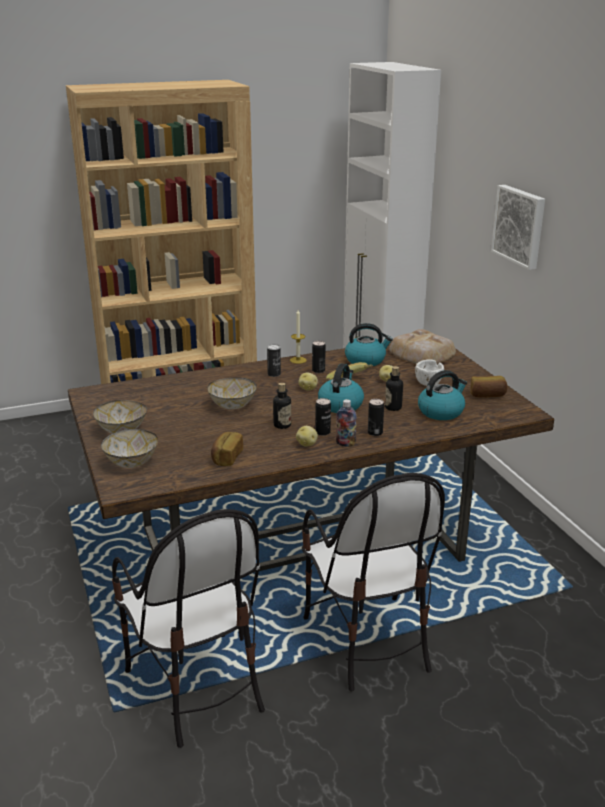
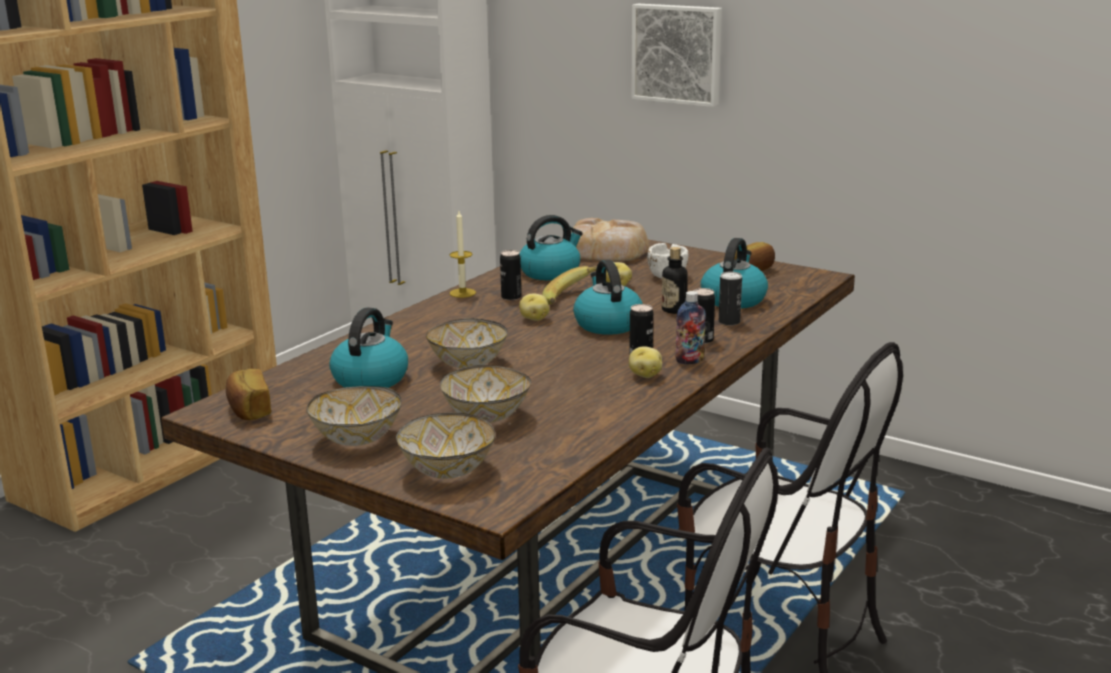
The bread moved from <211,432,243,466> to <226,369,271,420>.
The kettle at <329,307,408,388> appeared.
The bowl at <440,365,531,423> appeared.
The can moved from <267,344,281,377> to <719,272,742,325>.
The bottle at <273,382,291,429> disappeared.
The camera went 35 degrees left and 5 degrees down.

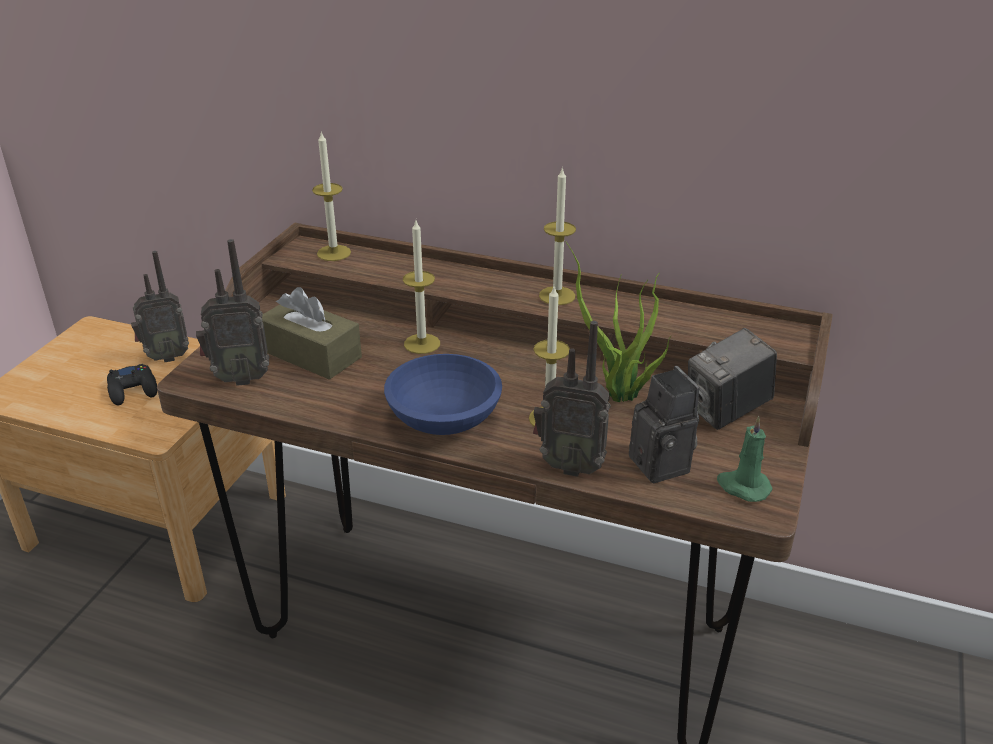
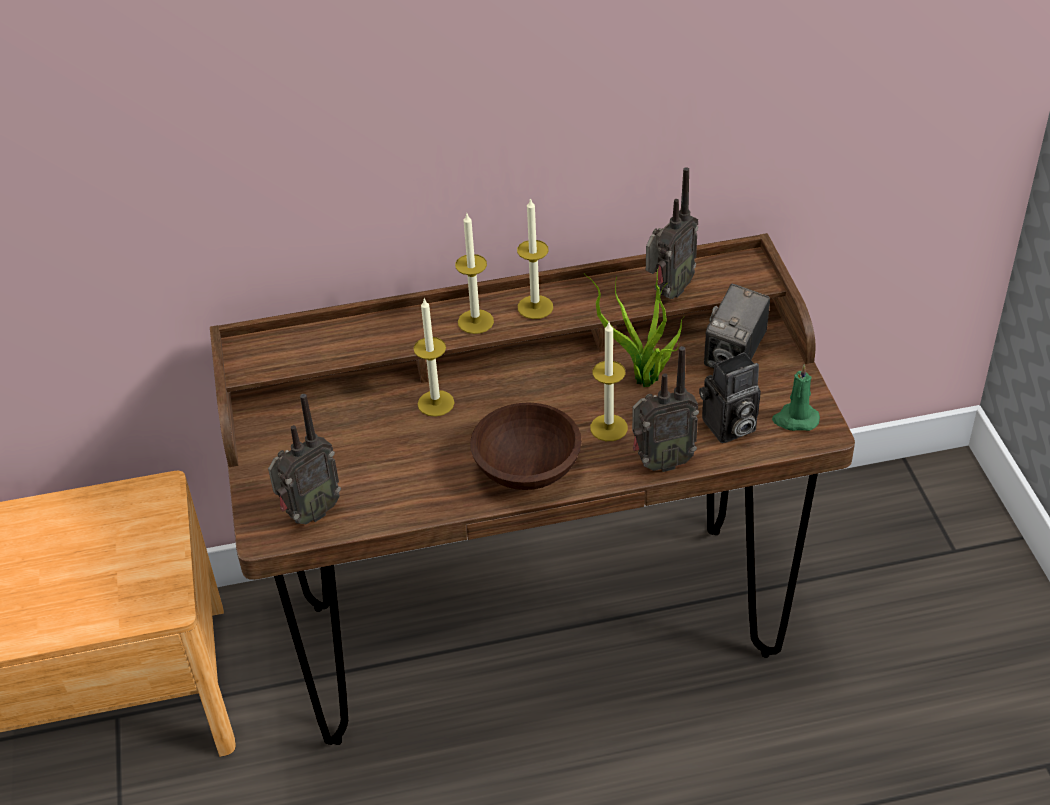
The candle moved from <312,131,351,261> to <455,214,494,334>.
The blue bowl at <384,354,502,435> became the brown bowl at <470,403,582,490>.
The radio moved from <131,251,189,363> to <646,167,698,299>.
The photo camera at <629,366,699,484> turned 120 degrees clockwise.
The black game controller at <107,364,157,405> disappeared.
The brown tissue box at <262,287,362,380> disappeared.
The camera went 30 degrees left and 10 degrees up.

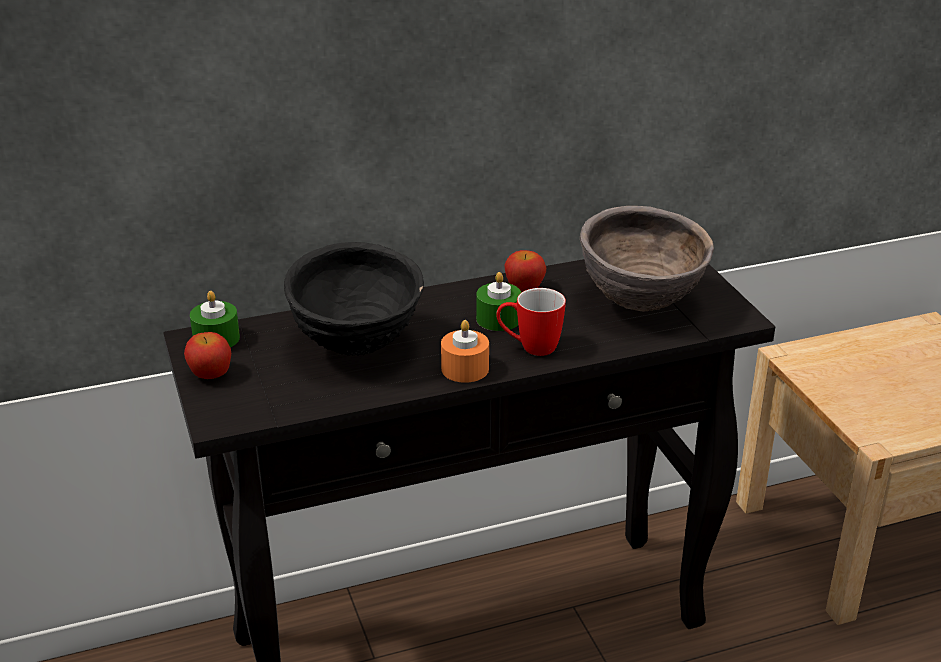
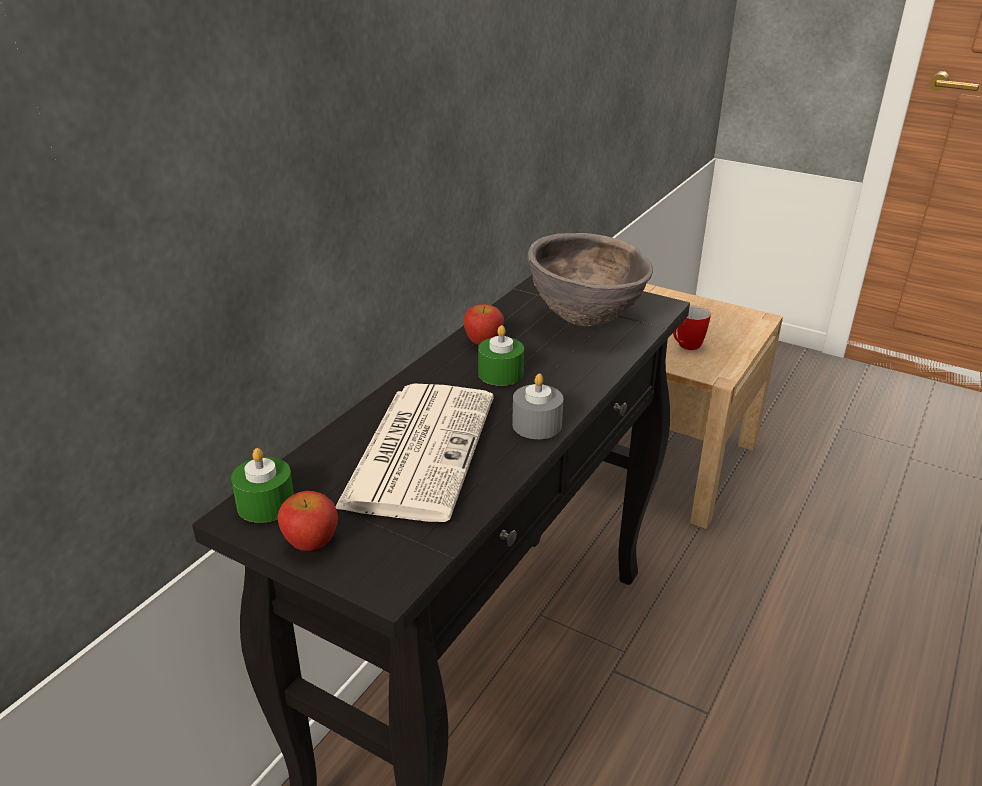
The black bowl at <284,242,424,356> was replaced by the newspaper at <335,383,494,522>.
The orange candle at <441,320,489,383> became the grey candle at <512,374,563,439>.
The mug moved from <496,288,566,356> to <673,305,711,350>.
The camera went 40 degrees left and 0 degrees up.

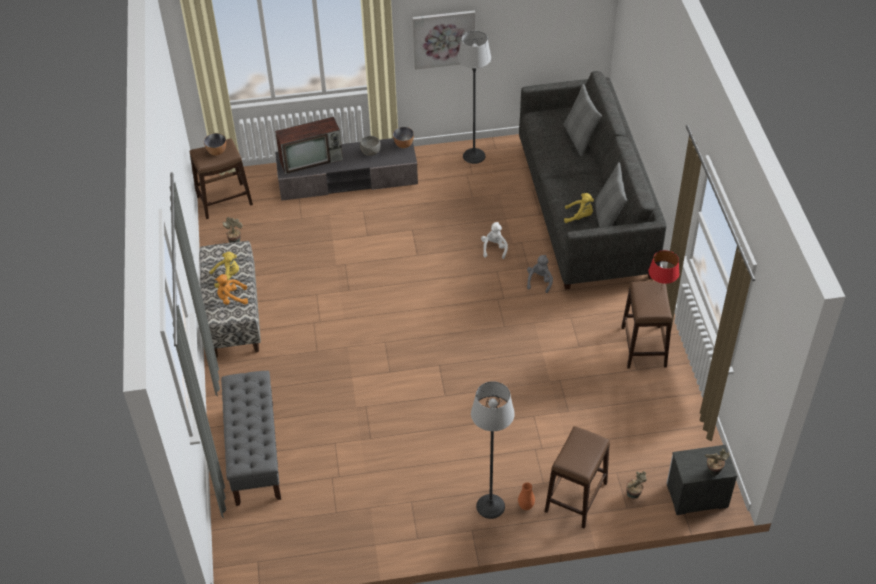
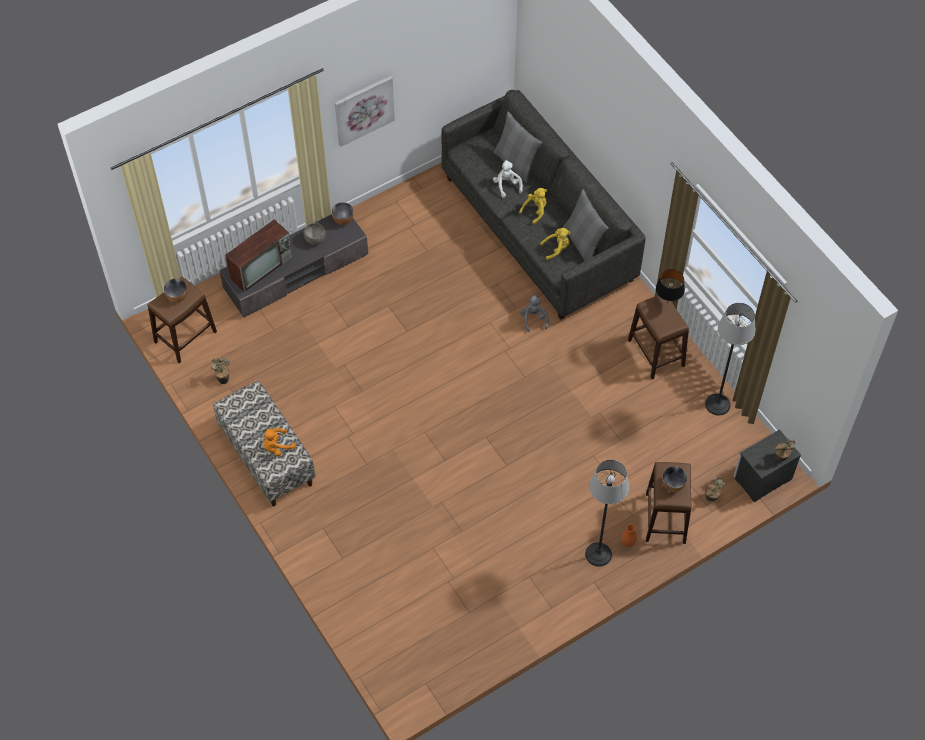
The white plush toy moved from <481,222,508,259> to <493,160,523,198>.
The yellow plush toy moved from <209,252,239,288> to <519,188,547,225>.
The red table lamp at <648,250,679,288> became the black table lamp at <656,269,685,304>.
The bowl at <662,466,687,492> appeared.
The floor lamp moved from <458,31,491,164> to <705,303,756,416>.
The grey bench at <221,371,281,506> disappeared.
The camera went 25 degrees left and 10 degrees up.

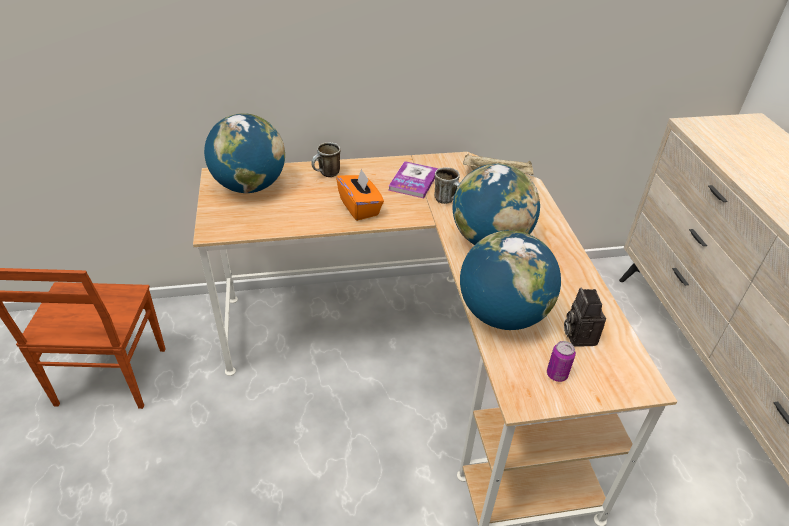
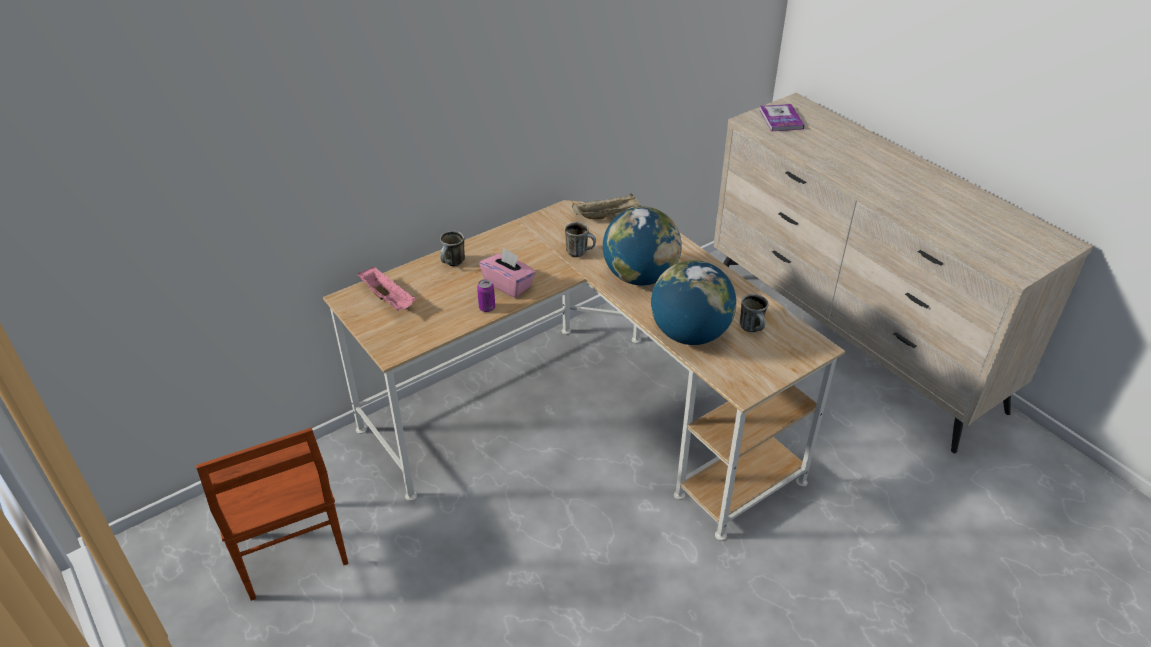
The globe at <204,113,285,193> was replaced by the pink tray at <358,267,416,311>.
The can moved from <547,341,576,382> to <477,279,495,312>.
The orange tissue box at <336,168,384,221> became the pink tissue box at <479,248,536,298>.
The photo camera at <564,287,606,347> was replaced by the mug at <740,294,768,332>.
The book moved from <389,161,439,198> to <759,104,804,131>.
The camera went 25 degrees left and 0 degrees up.

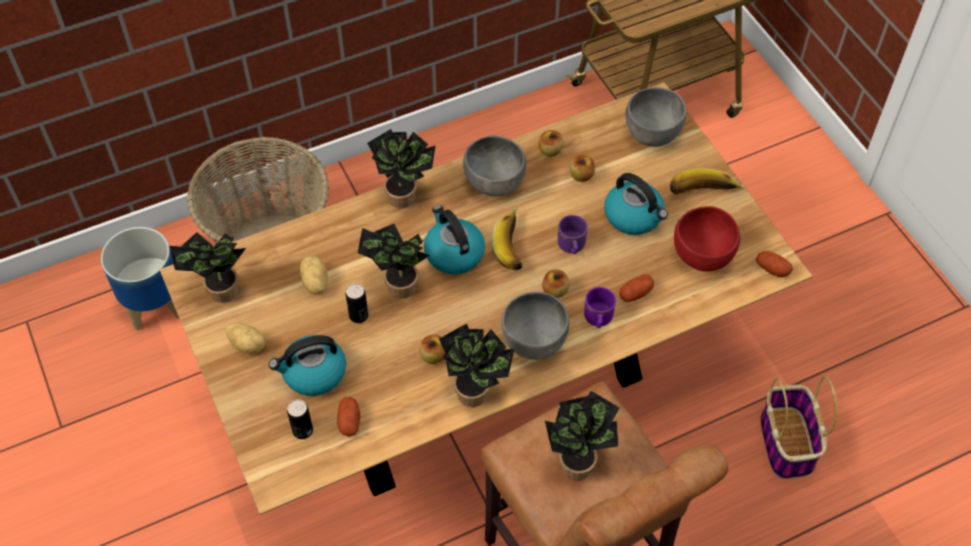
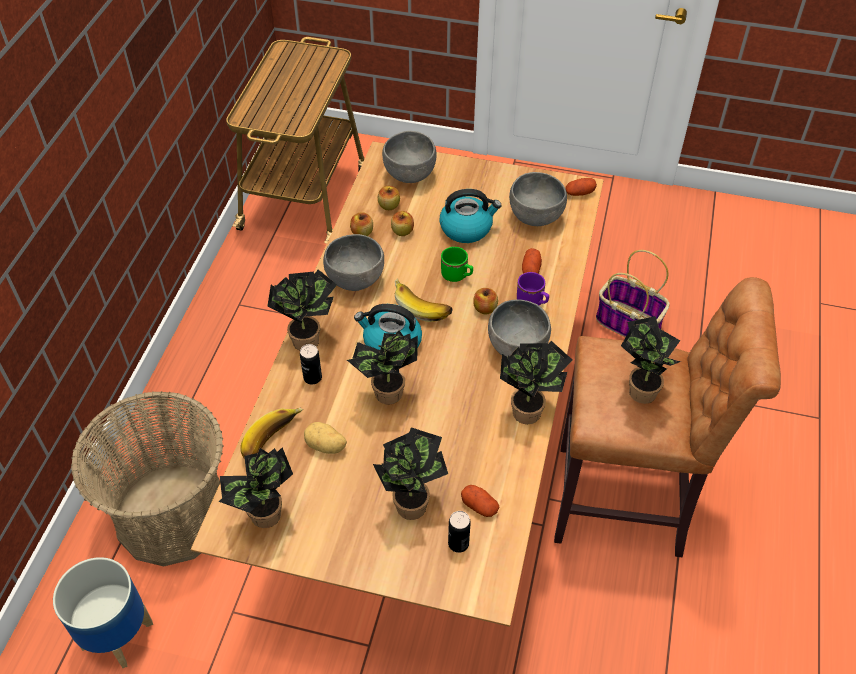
The banana moved from <670,168,744,194> to <241,408,303,458>.
The can moved from <345,283,368,323> to <300,344,322,384>.
The kettle at <269,335,346,396> was replaced by the potted plant at <373,427,448,520>.
The apple moved from <419,334,445,364> to <378,186,400,210>.
The purple mug at <558,215,588,254> became the green mug at <441,247,473,282>.
The red bowl at <674,206,740,271> became the grey bowl at <509,172,567,226>.
The potato at <225,322,266,354> disappeared.
The camera went 50 degrees left and 5 degrees down.

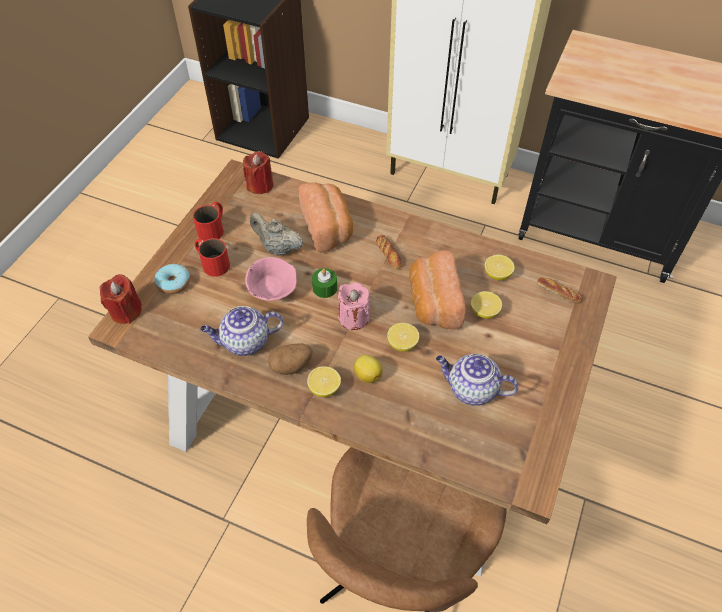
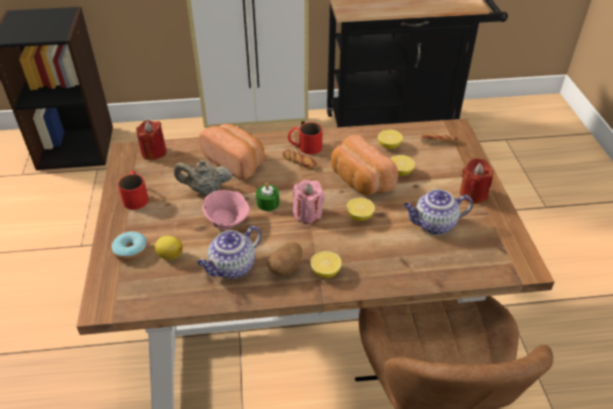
The lemon moved from <354,355,383,383> to <155,236,183,260>.
The red mug moved from <195,238,230,277> to <288,122,323,155>.
The red candle moved from <100,274,142,324> to <460,158,493,203>.
The camera went 30 degrees left and 10 degrees down.

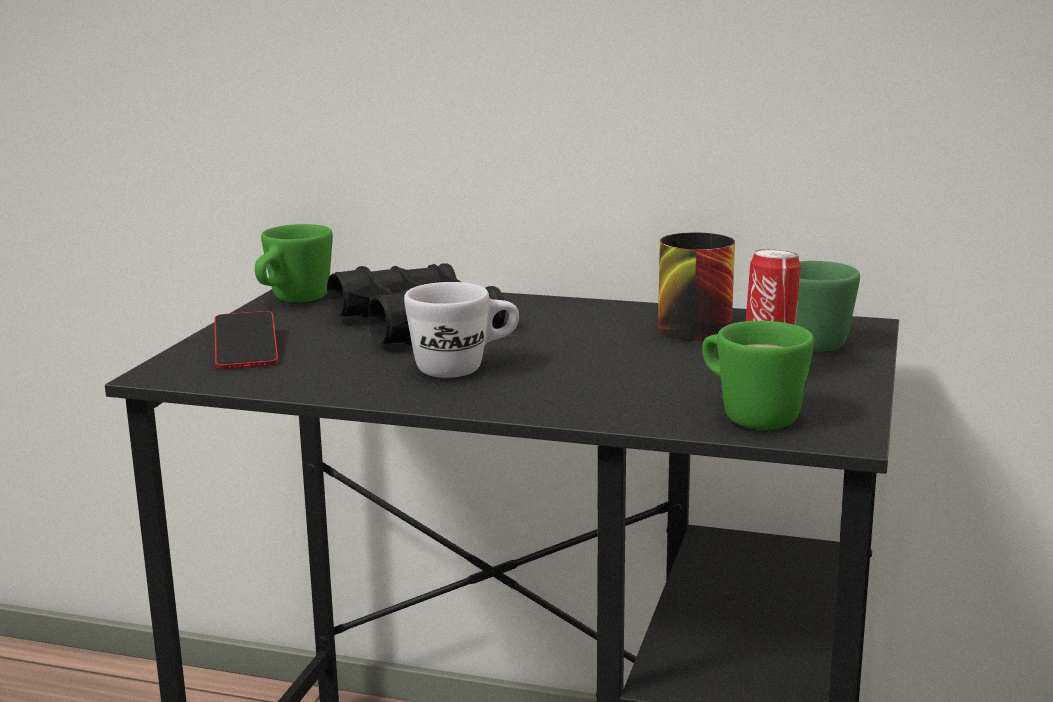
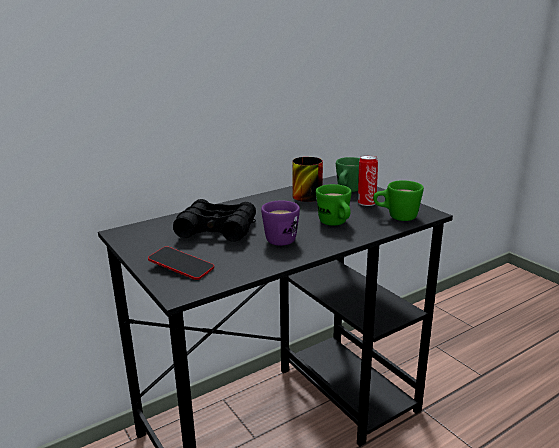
The white mug at <404,282,519,378> became the purple mug at <261,201,300,246>.
The green mug moved from <255,224,333,302> to <316,184,352,226>.
The camera went 50 degrees left and 5 degrees up.

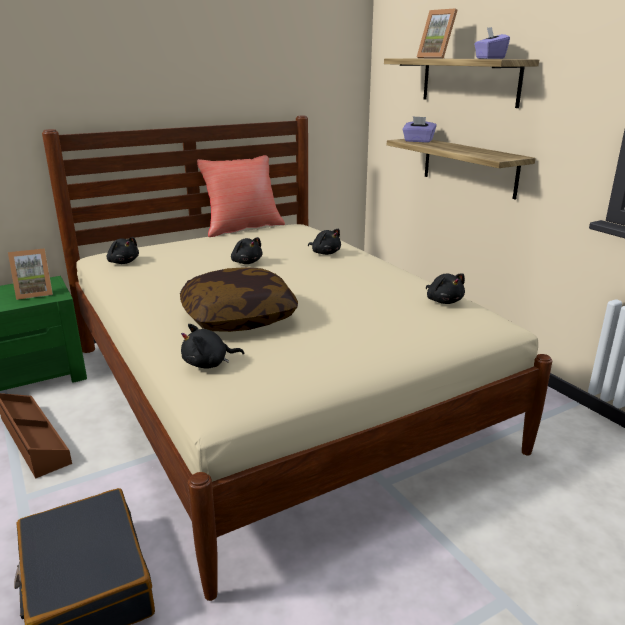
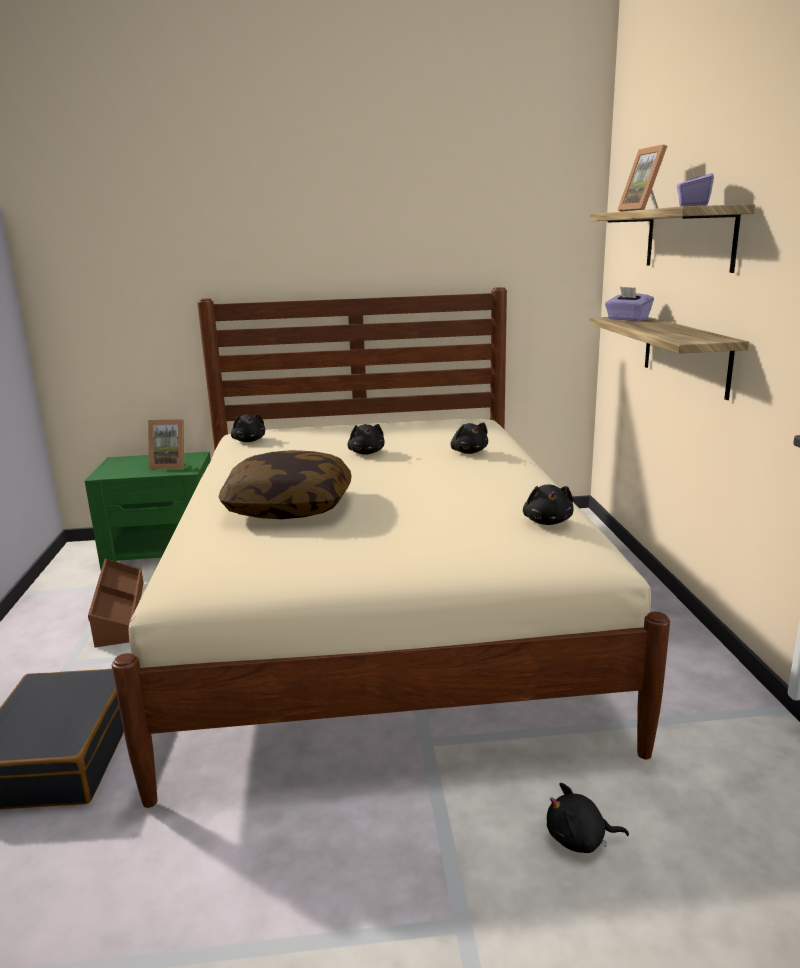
The black plush toy moved from <181,324,244,369> to <547,783,629,853>.
The red pillow at <197,155,285,237> disappeared.
The camera went 25 degrees right and 5 degrees down.

